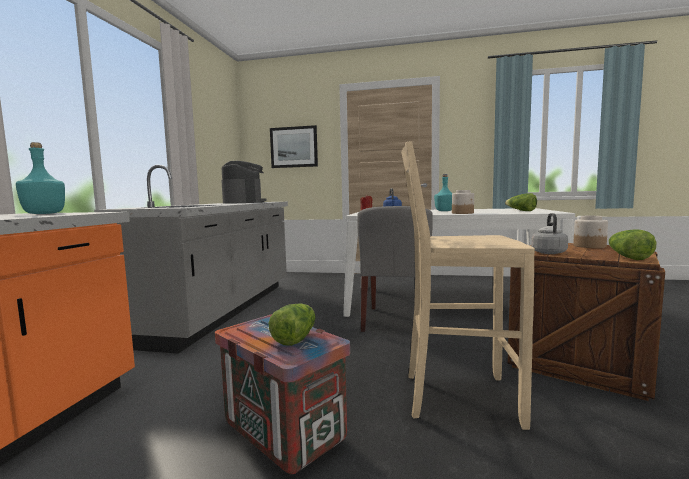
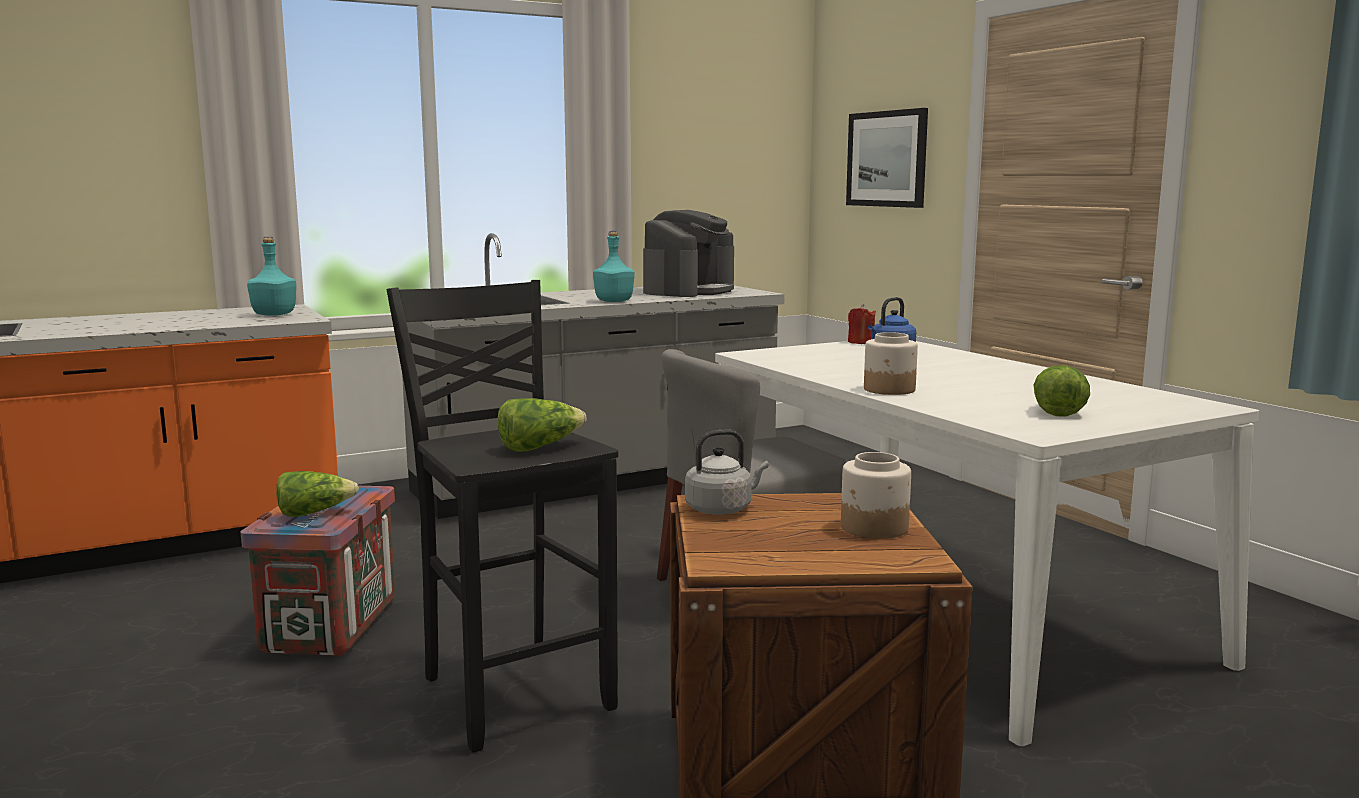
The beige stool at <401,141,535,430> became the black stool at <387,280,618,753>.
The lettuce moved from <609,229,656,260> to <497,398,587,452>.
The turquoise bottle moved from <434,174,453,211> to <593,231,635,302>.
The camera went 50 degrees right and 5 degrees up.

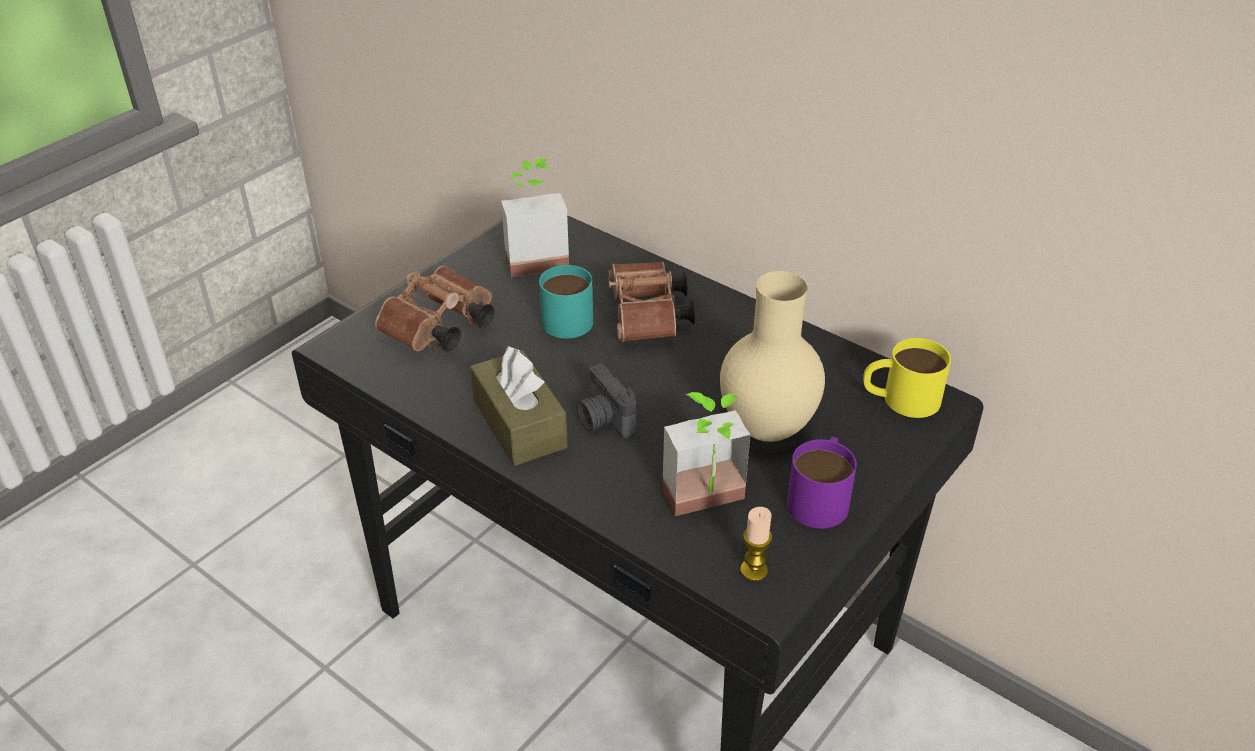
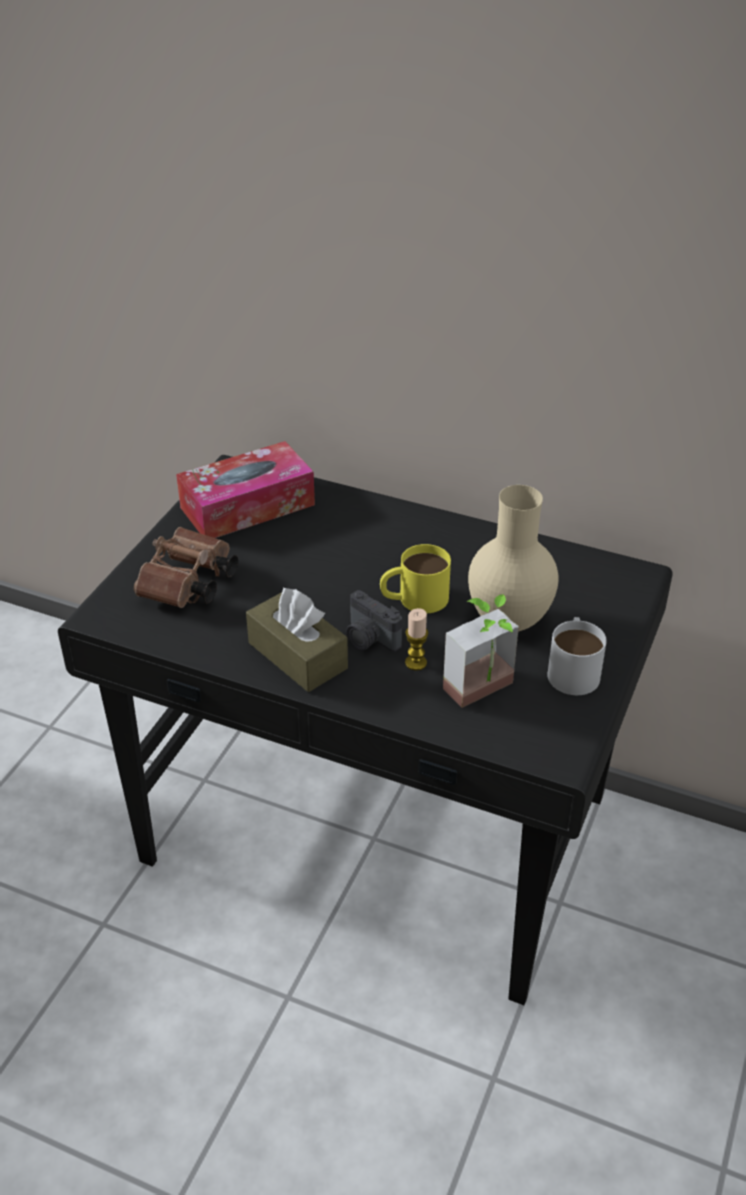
The potted plant at <501,158,569,277> was replaced by the tissue box at <176,441,315,538>.
The yellow mug moved from <863,338,951,418> to <380,544,451,613>.
The candle moved from <740,507,772,582> to <405,608,428,671>.
The purple mug at <787,436,857,528> became the white mug at <547,617,607,695>.
The turquoise mug at <539,264,593,338> disappeared.
The brown binoculars at <608,262,695,342> disappeared.
The camera went 15 degrees left and 0 degrees up.

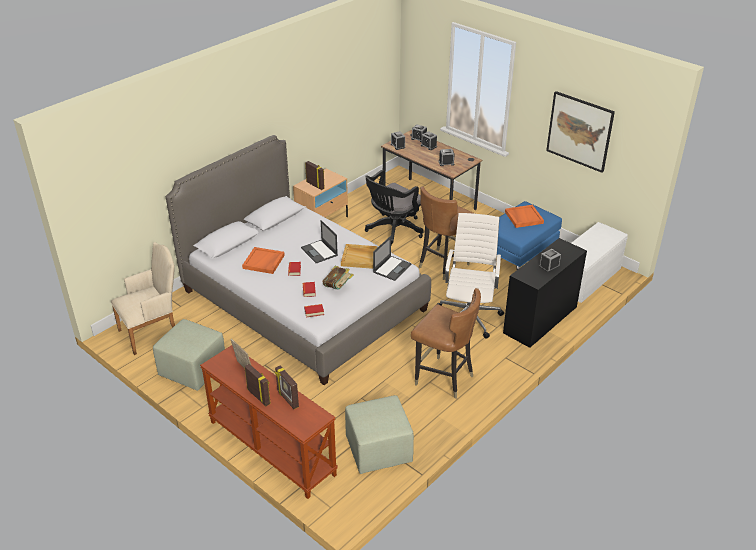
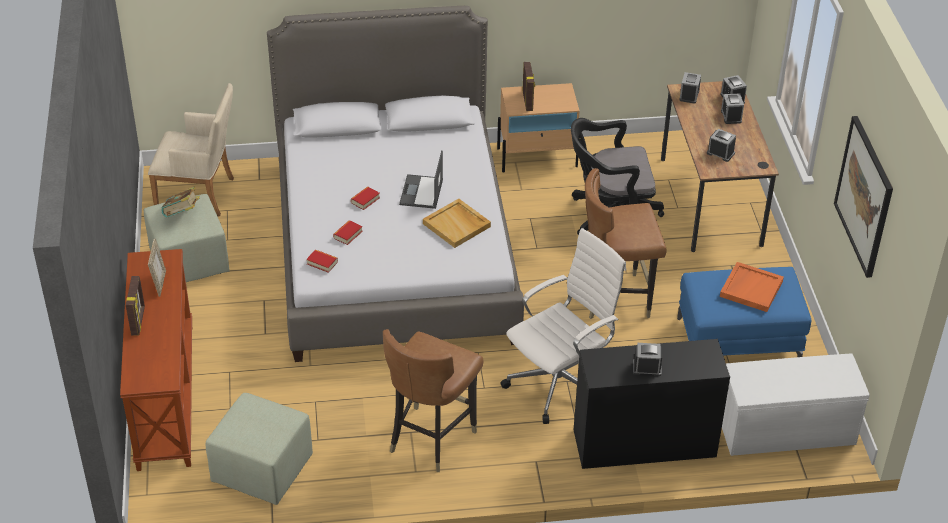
The book moved from <322,266,354,290> to <161,186,200,217>.
The brown chair at <411,288,481,399> turned 45 degrees clockwise.
The orange tray at <242,247,285,274> disappeared.
The picture frame at <275,365,299,409> disappeared.
The laptop at <373,236,411,281> disappeared.
The camera went 40 degrees right and 5 degrees up.

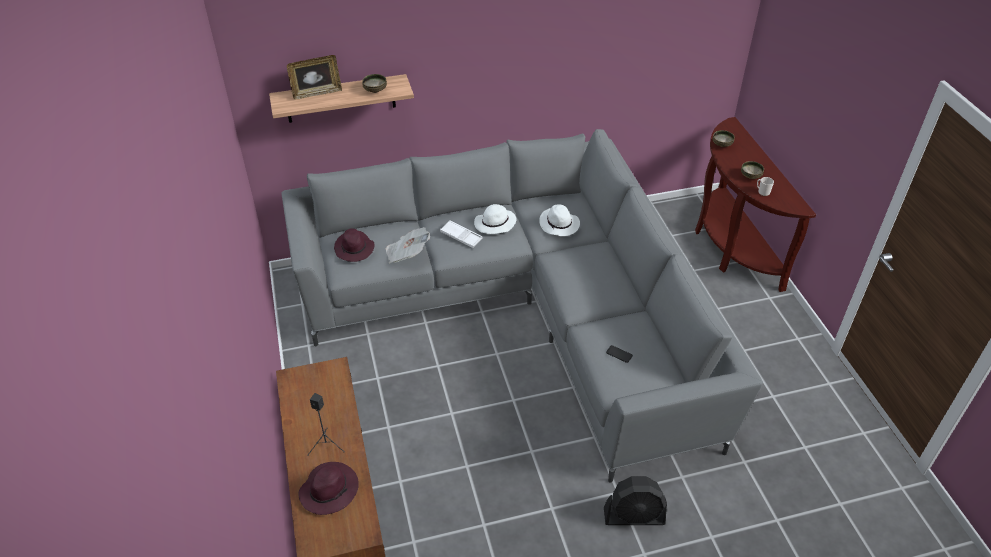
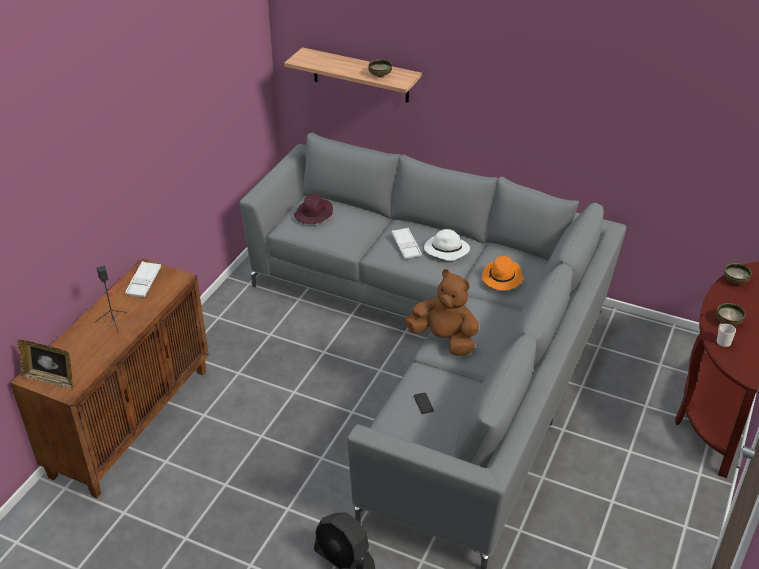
The picture frame moved from <287,55,342,100> to <17,340,73,391>.
The white tray at <125,261,161,298> appeared.
The brown plush toy at <404,269,479,356> appeared.
The white hat at <539,204,580,236> became the orange hat at <482,256,524,290>.
The purple hat at <298,462,359,515> disappeared.
The newspaper at <386,227,430,264> disappeared.
The camera went 40 degrees right and 5 degrees down.

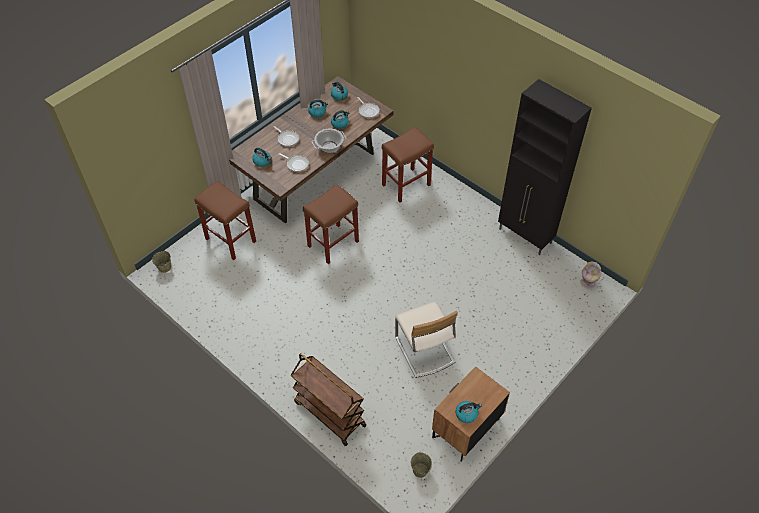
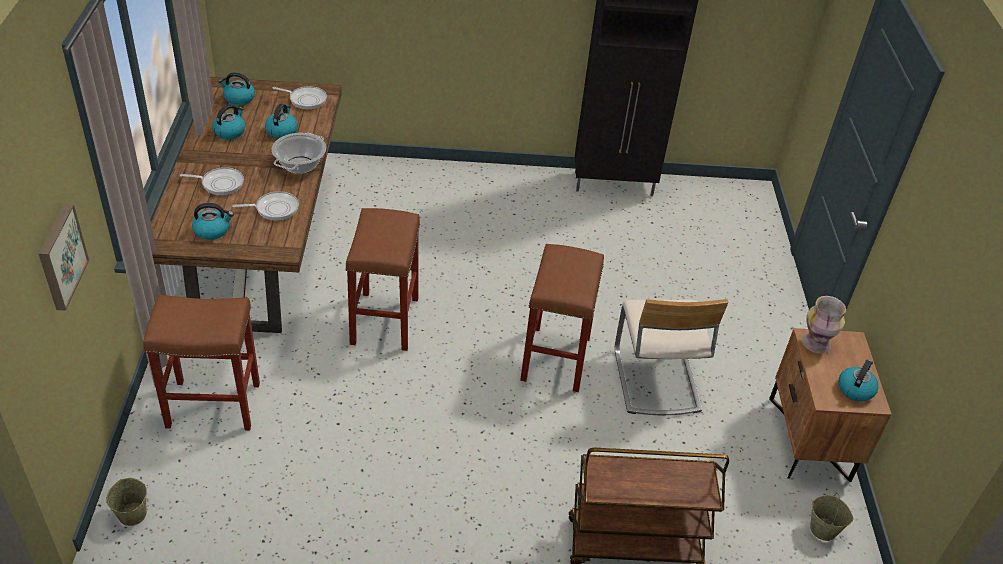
The picture at <38,204,89,311> appeared.
The brown stool moved from <382,127,434,203> to <520,244,604,392>.
The beige chair at <395,302,458,378> turned 60 degrees clockwise.
The vase moved from <580,262,601,289> to <802,296,846,354>.
The camera went 45 degrees left and 10 degrees down.

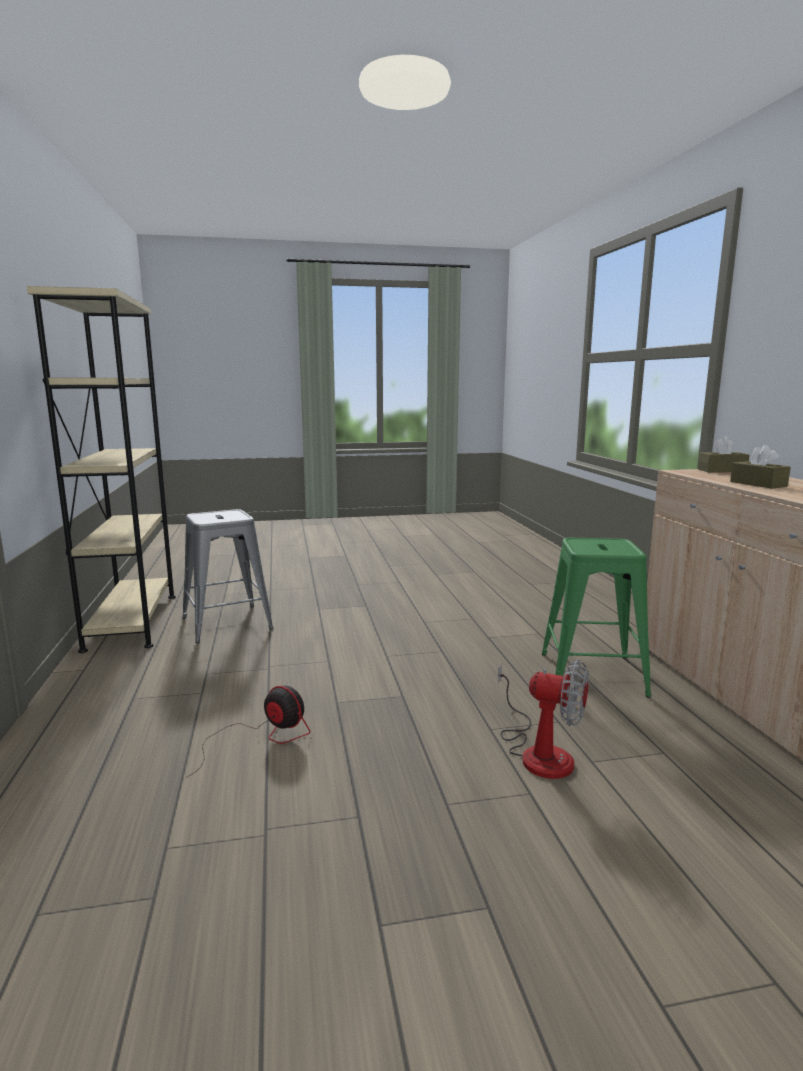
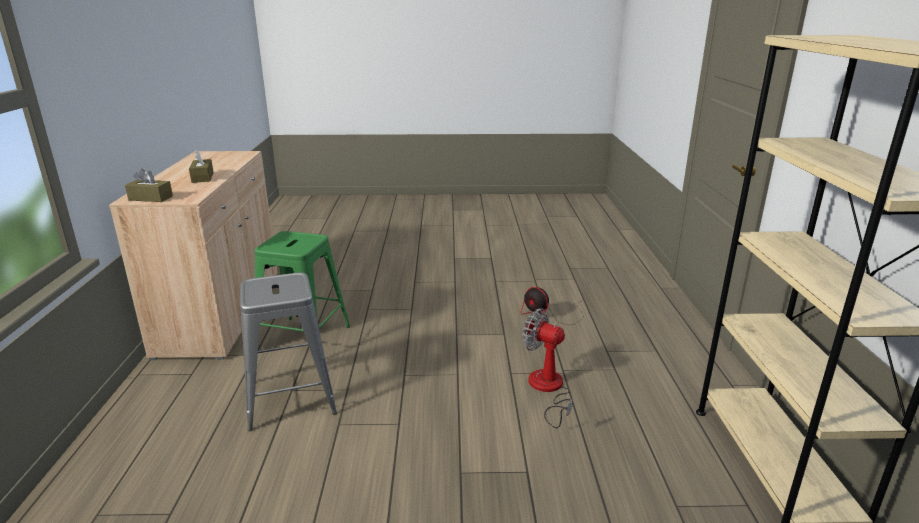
The grey stool moved from <182,509,273,643> to <240,272,337,431>.
The fan moved from <498,660,589,779> to <523,308,573,428>.
The camera went 170 degrees left and 10 degrees up.

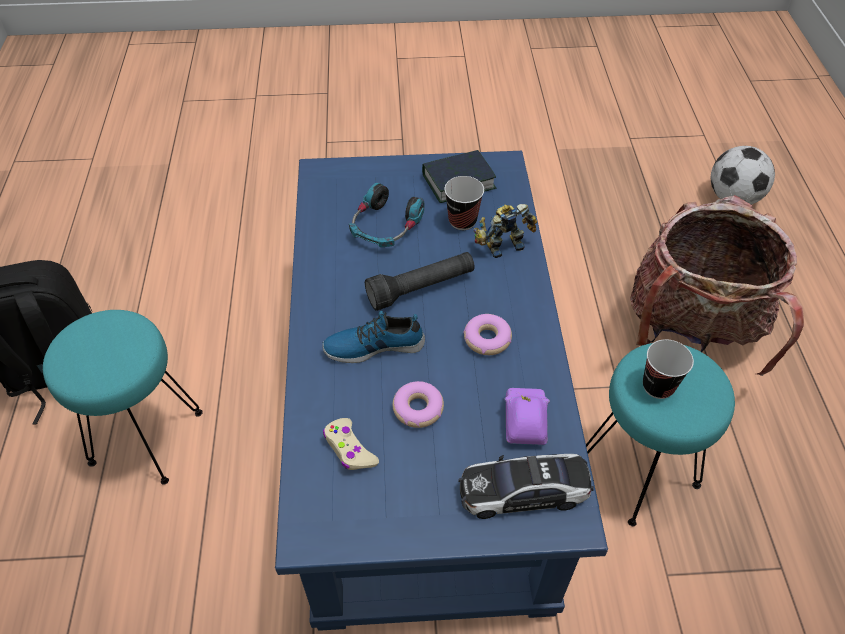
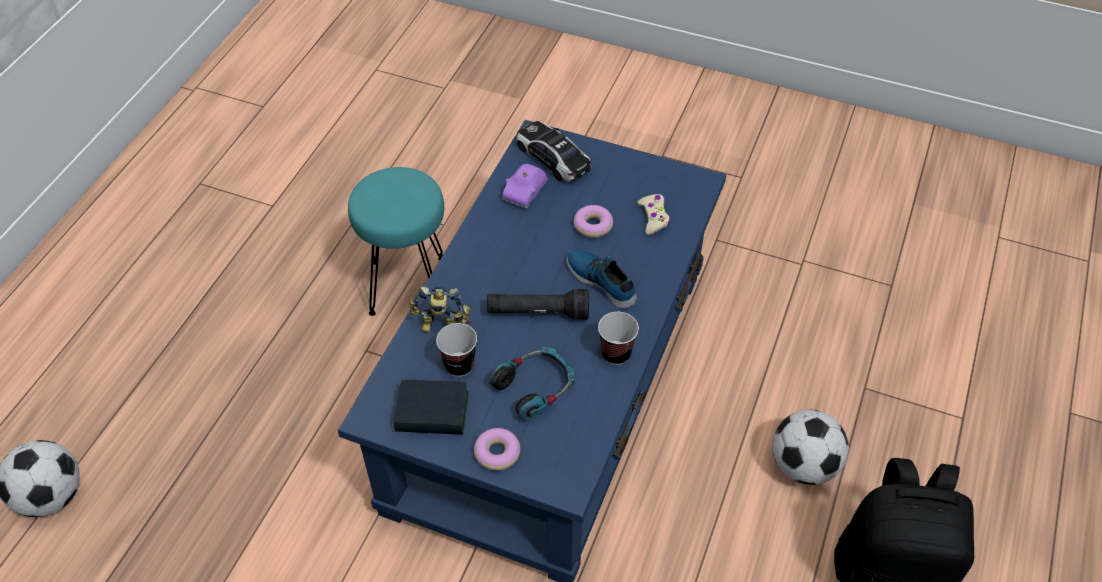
The donut moved from <463,314,512,355> to <474,428,521,471>.
The toy car at <458,454,594,519> turned 150 degrees counterclockwise.
The shoe at <322,311,425,363> turned 150 degrees counterclockwise.
The cup moved from <643,339,694,399> to <598,312,639,365>.
The turquoise stool at <43,310,203,485> was replaced by the football at <772,410,849,485>.
The backpack at <630,195,804,376> disappeared.
The camera went 155 degrees left and 0 degrees up.

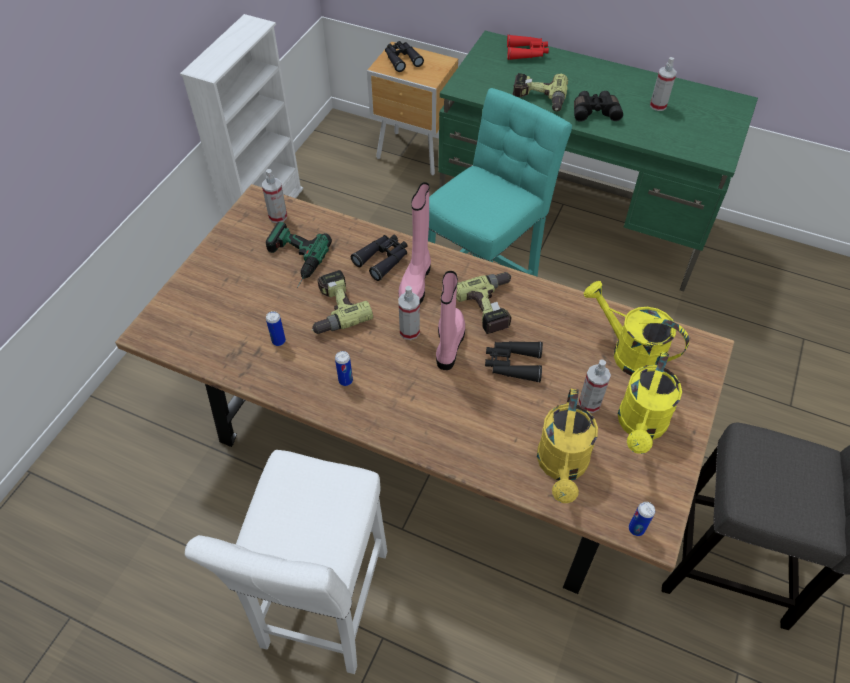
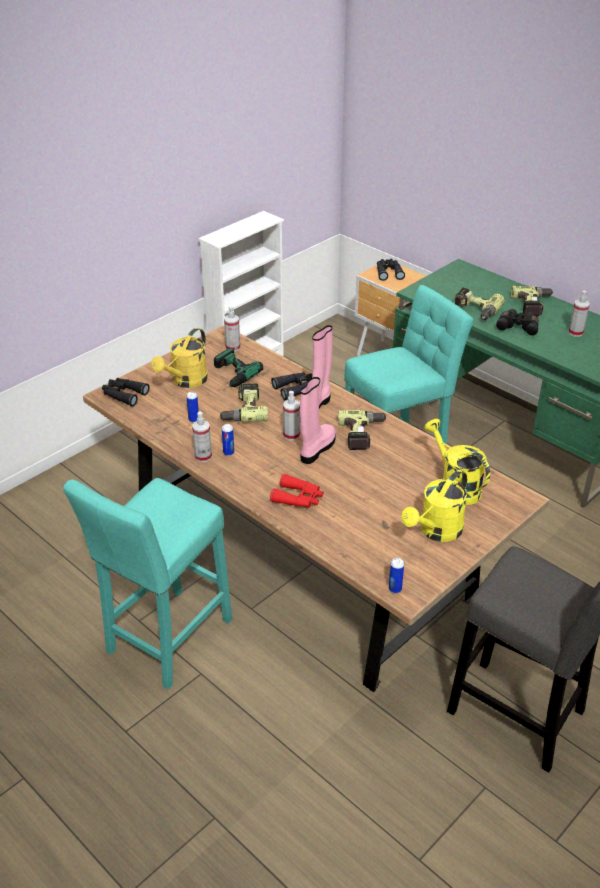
The white stool at <185,450,387,674> became the turquoise stool at <63,478,232,689>.
The black binoculars moved from <485,341,543,382> to <102,378,150,407>.
The yellow watering can moved from <537,389,598,503> to <151,328,208,388>.
The spray bottle moved from <579,359,611,413> to <192,411,212,462>.
The red binoculars moved from <507,35,549,60> to <270,474,324,508>.
The power drill at <511,286,554,316> appeared.
The camera went 20 degrees right and 15 degrees down.

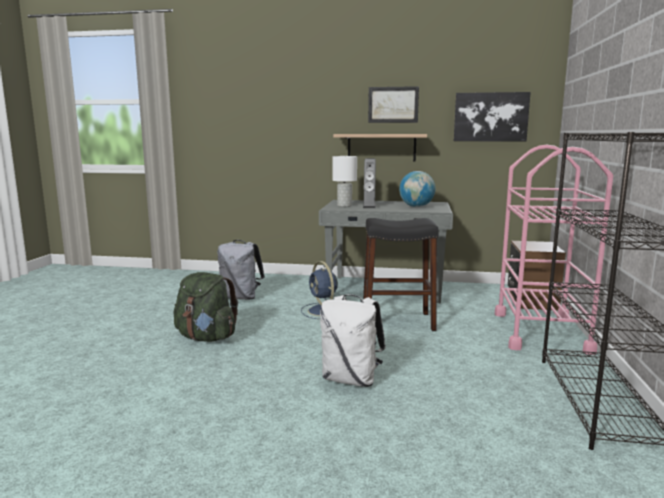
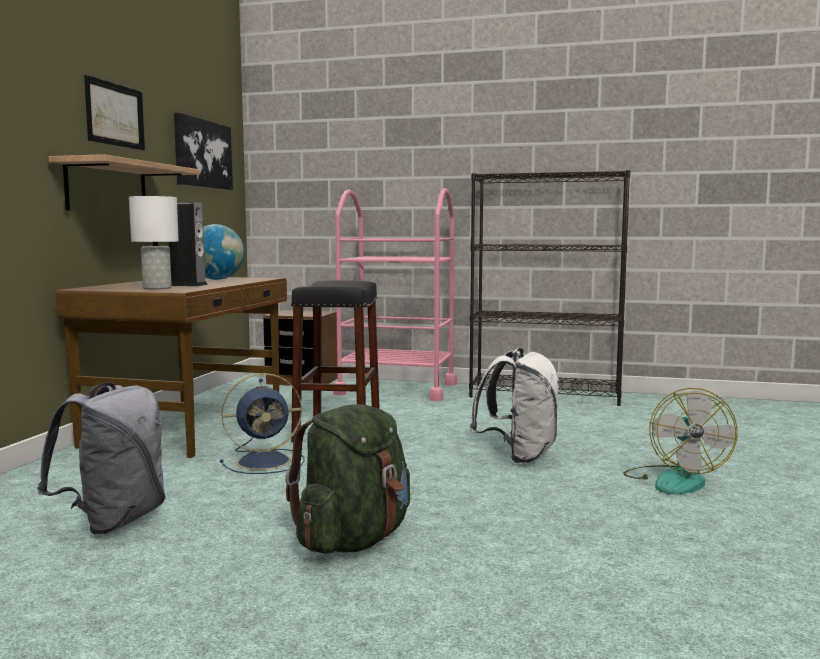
The grey desk at <319,200,453,303> became the brown desk at <55,277,287,458>.
The fan at <623,388,738,494> appeared.
The camera went 85 degrees left and 5 degrees down.

